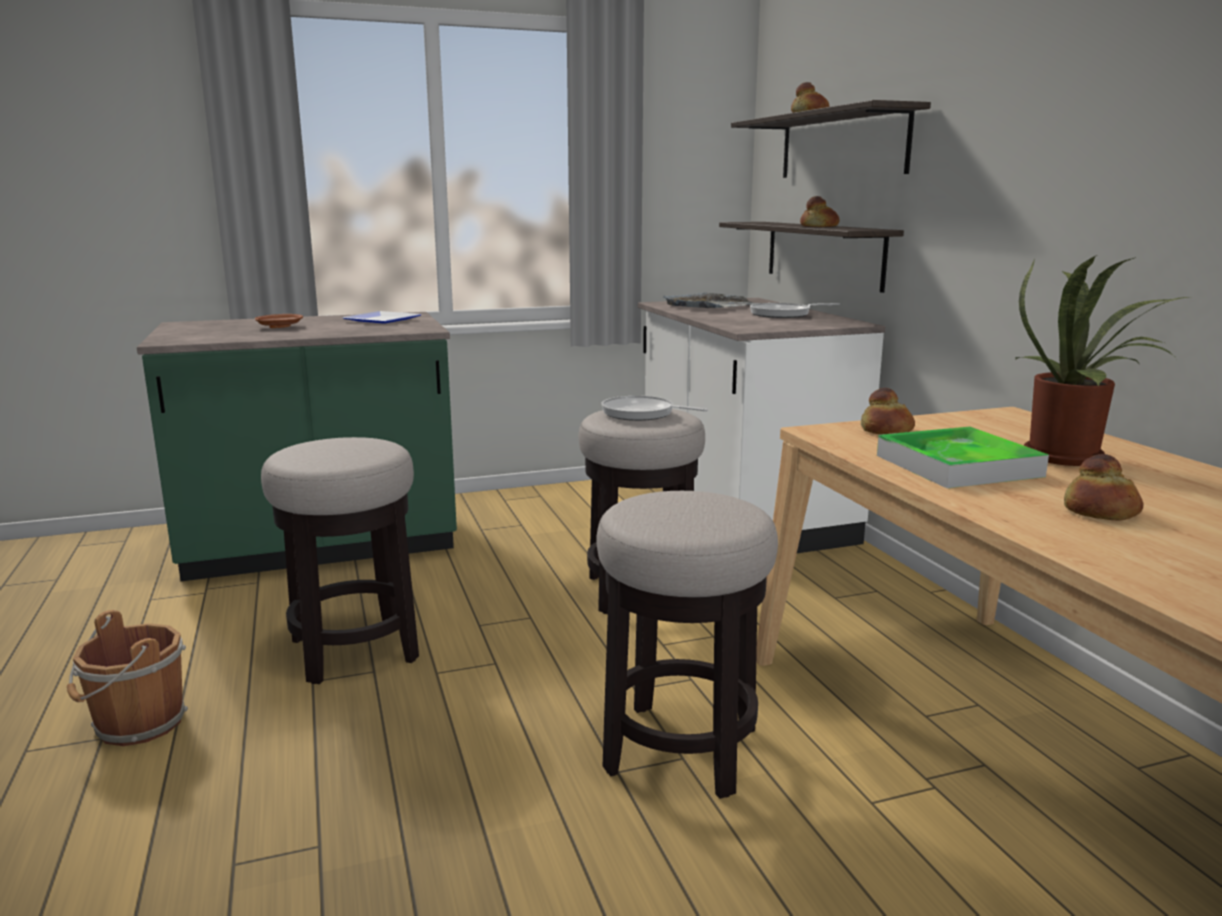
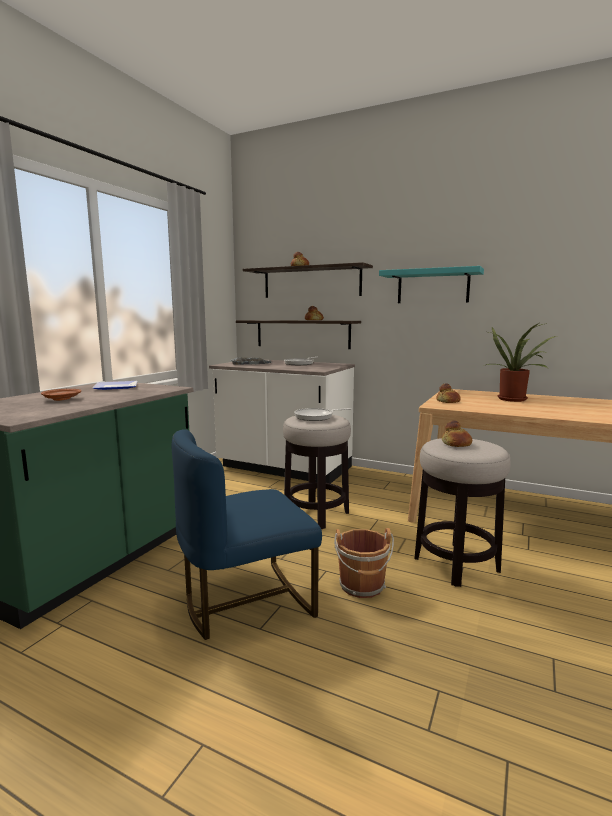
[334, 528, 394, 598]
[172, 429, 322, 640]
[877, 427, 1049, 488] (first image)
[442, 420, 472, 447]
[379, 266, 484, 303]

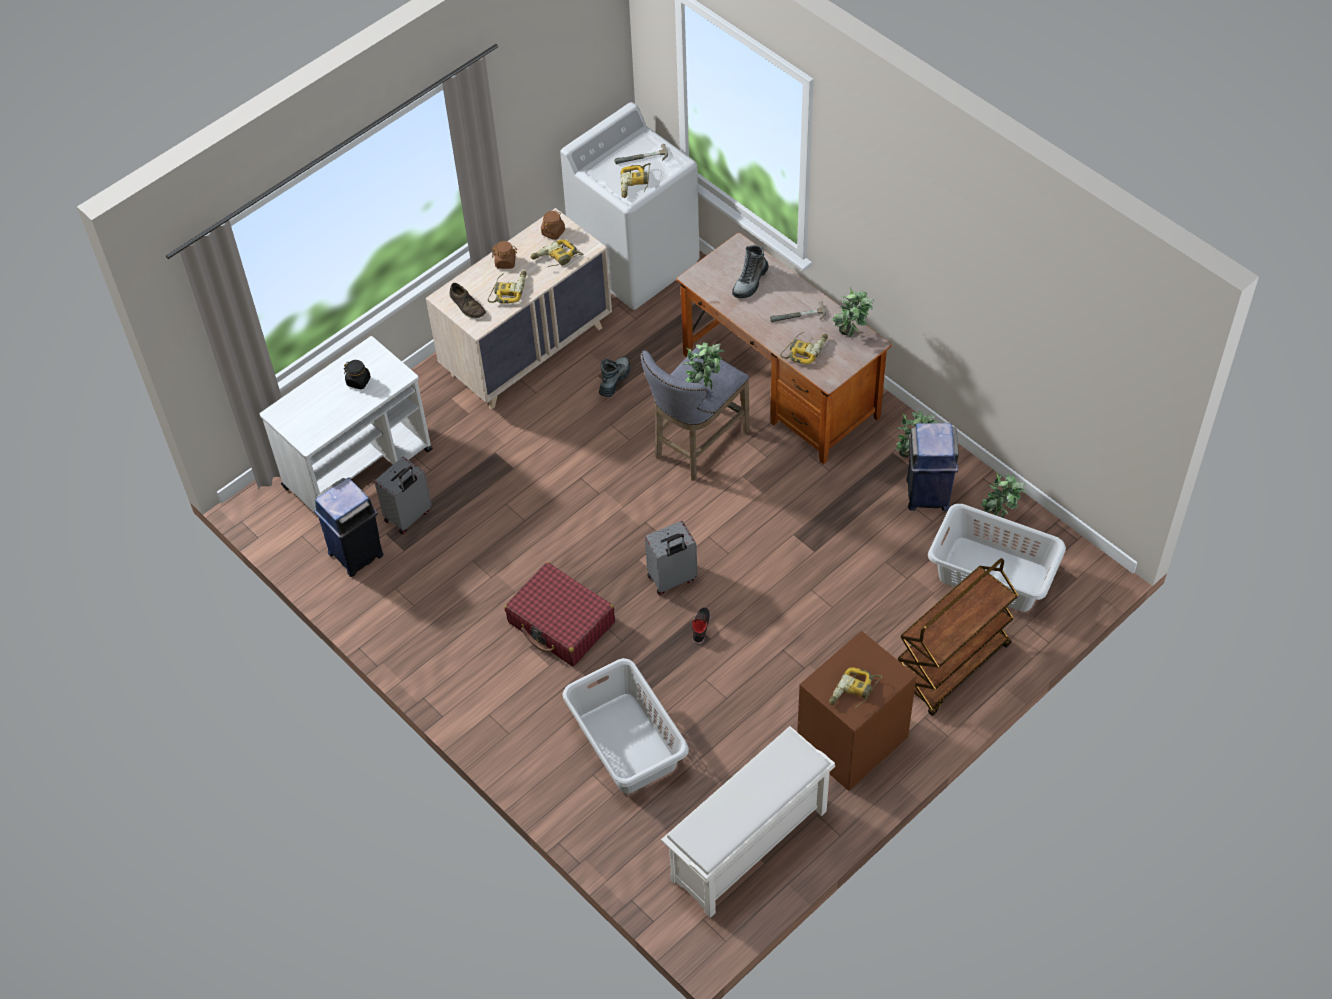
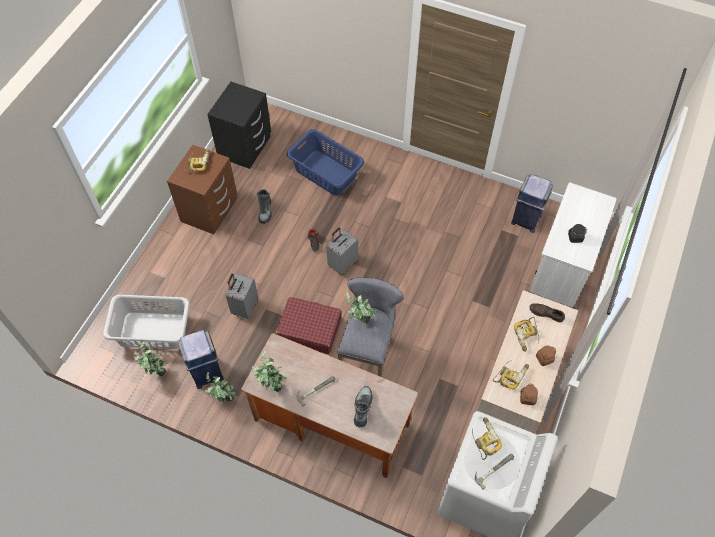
[226, 273, 258, 319]
[276, 297, 342, 354]
[287, 129, 364, 196]
[257, 189, 272, 224]
[207, 82, 271, 169]
[780, 331, 828, 364] (first image)
[898, 558, 1019, 716] (first image)

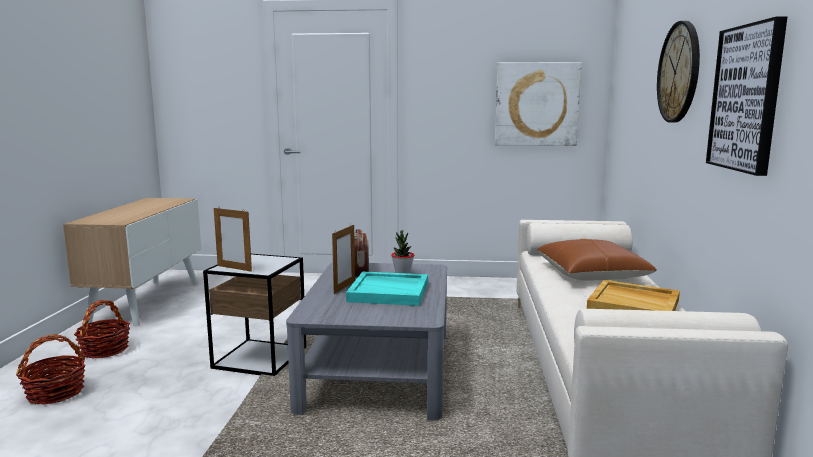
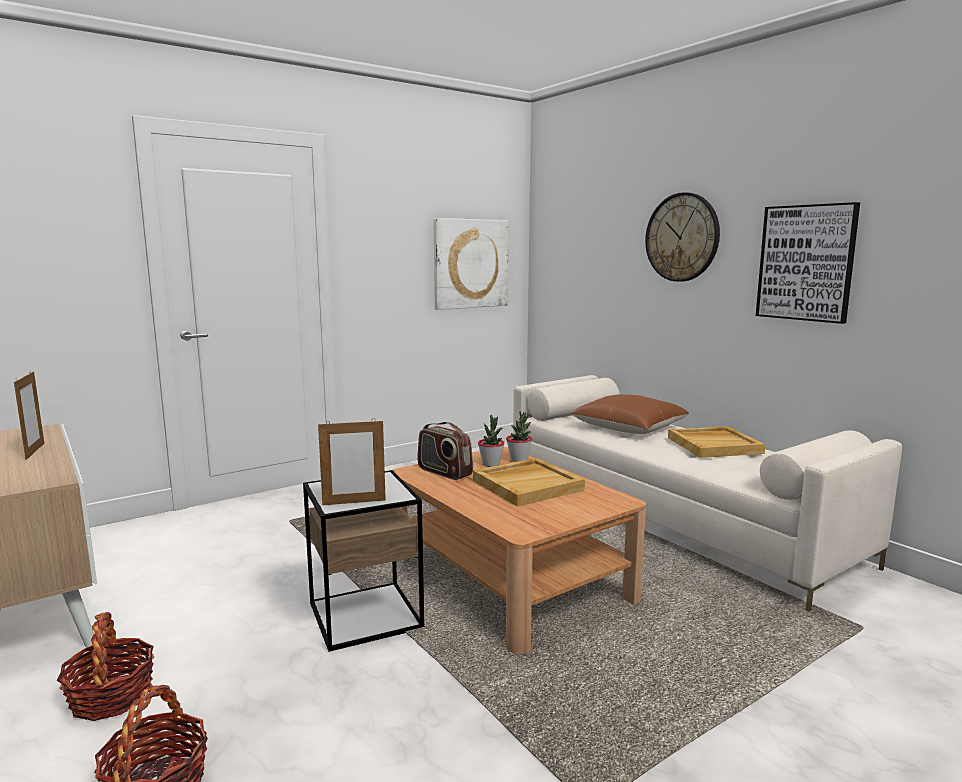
[393, 447, 646, 654]
[14, 371, 44, 460]
[473, 458, 585, 507]
[506, 411, 532, 462]

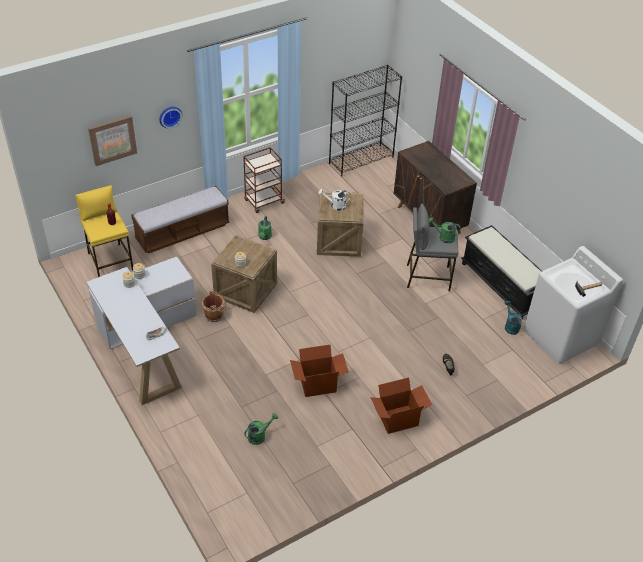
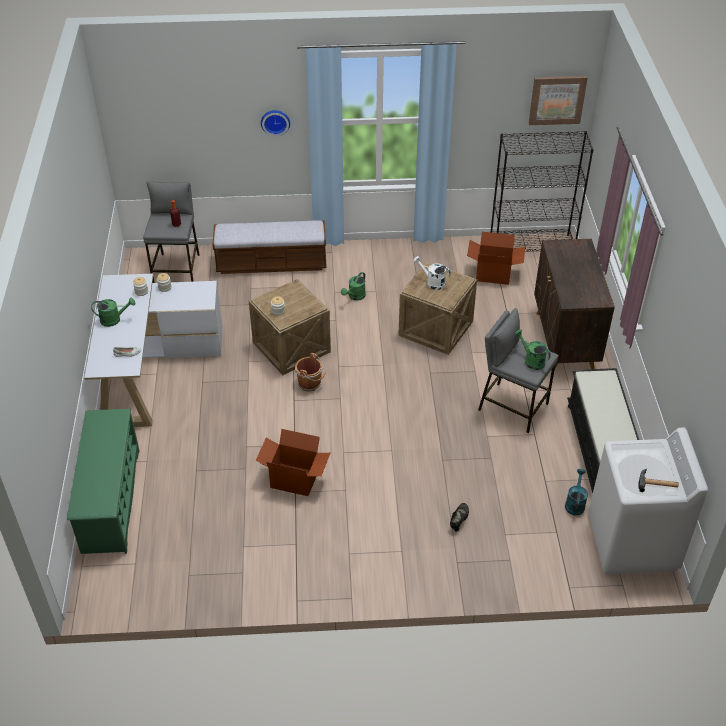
[143, 181, 200, 283]
[529, 76, 588, 125]
[295, 353, 326, 392]
[243, 147, 286, 213] (first image)
[91, 298, 136, 327]
[467, 232, 525, 285]
[67, 409, 139, 554]

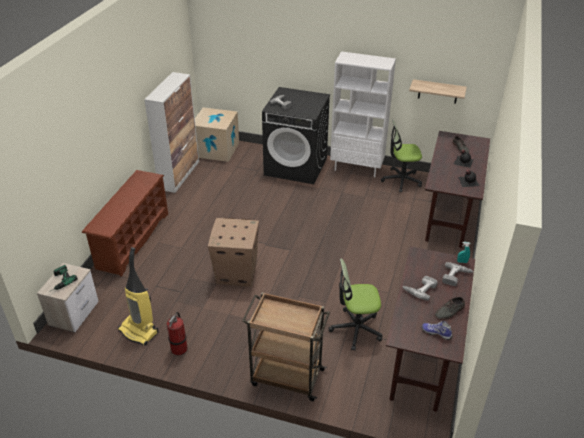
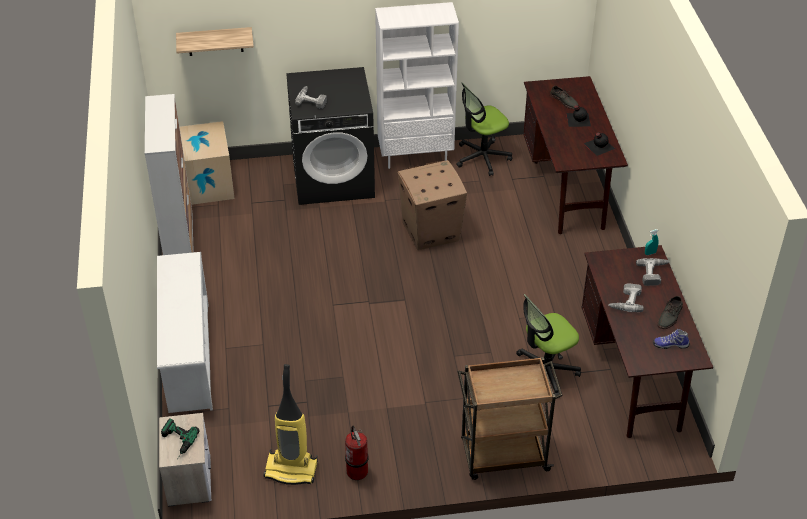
[157, 252, 213, 413]
[398, 160, 467, 250]
[176, 27, 254, 56]

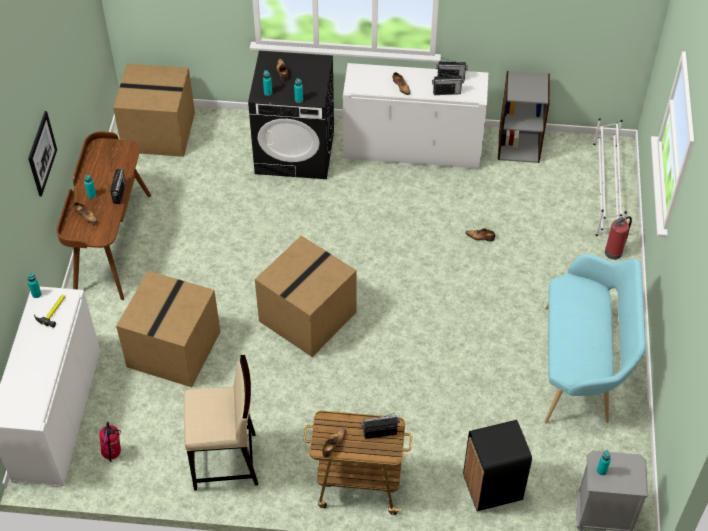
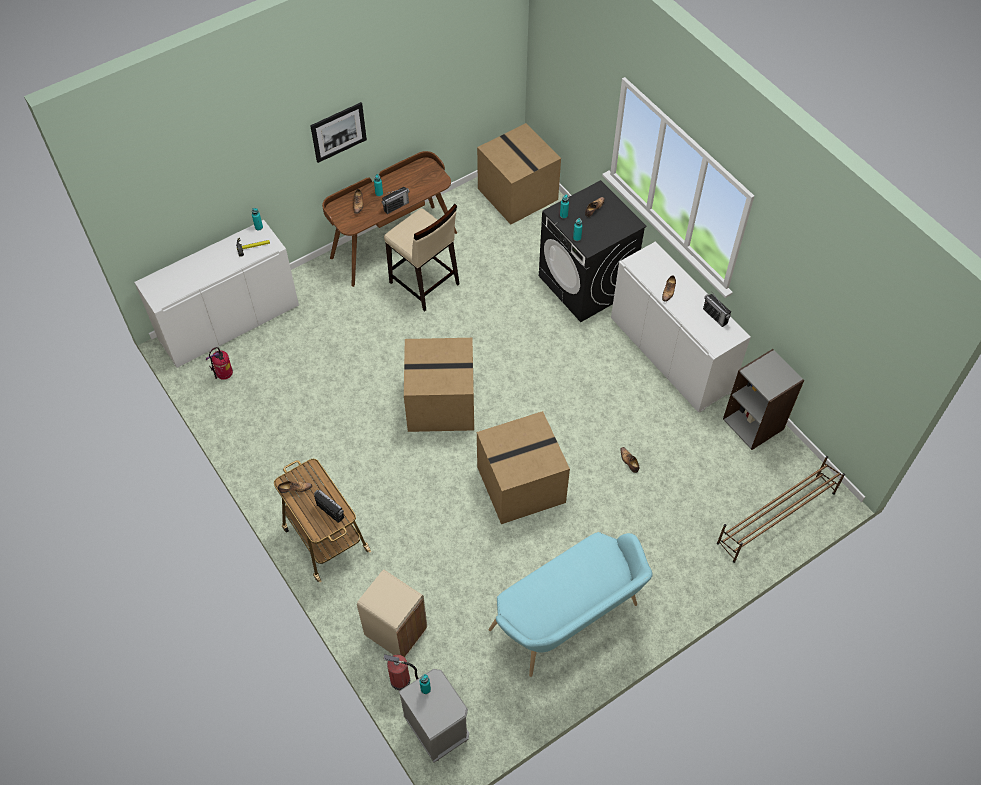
[477, 411, 570, 524]
[384, 204, 459, 311]
[432, 73, 464, 95] (first image)
[357, 570, 427, 657]
[717, 456, 845, 563]
[384, 654, 418, 690]

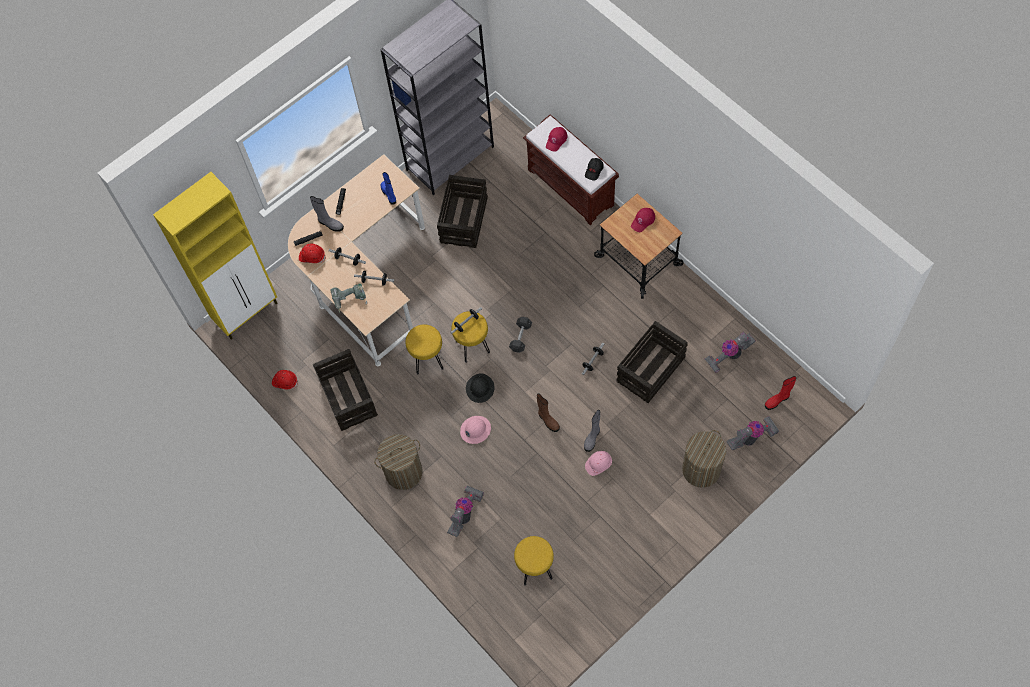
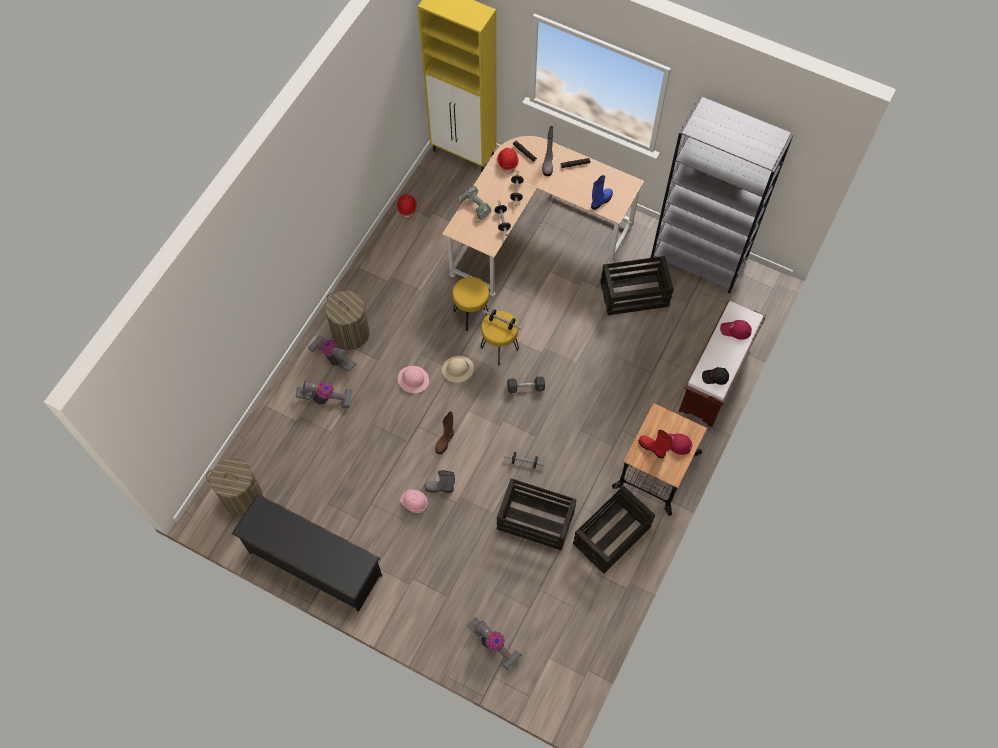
[573, 485, 655, 573]
[442, 356, 474, 382]
[514, 536, 554, 586] (first image)
[206, 458, 263, 516]
[308, 335, 356, 372]
[639, 430, 673, 458]
[232, 494, 382, 612]

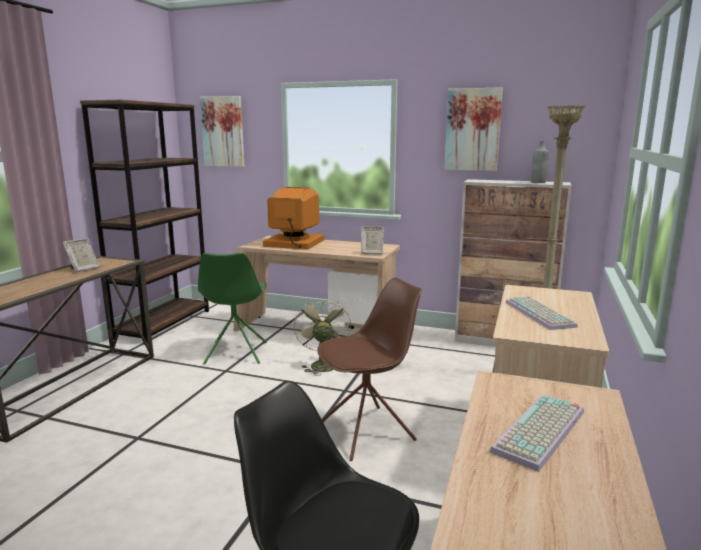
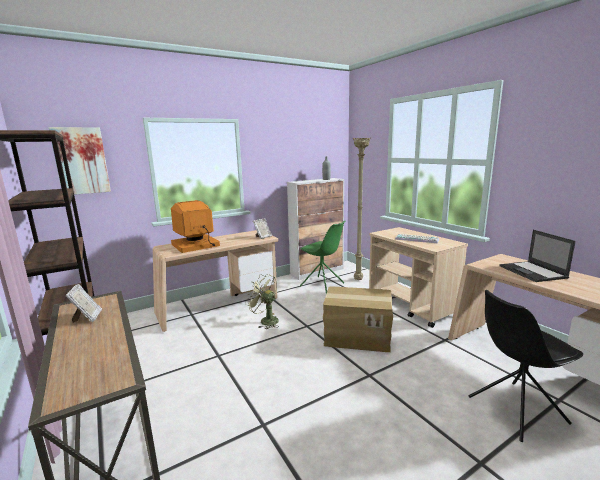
[300, 221, 345, 294]
[323, 286, 393, 352]
[444, 87, 503, 171] (first image)
[500, 230, 576, 282]

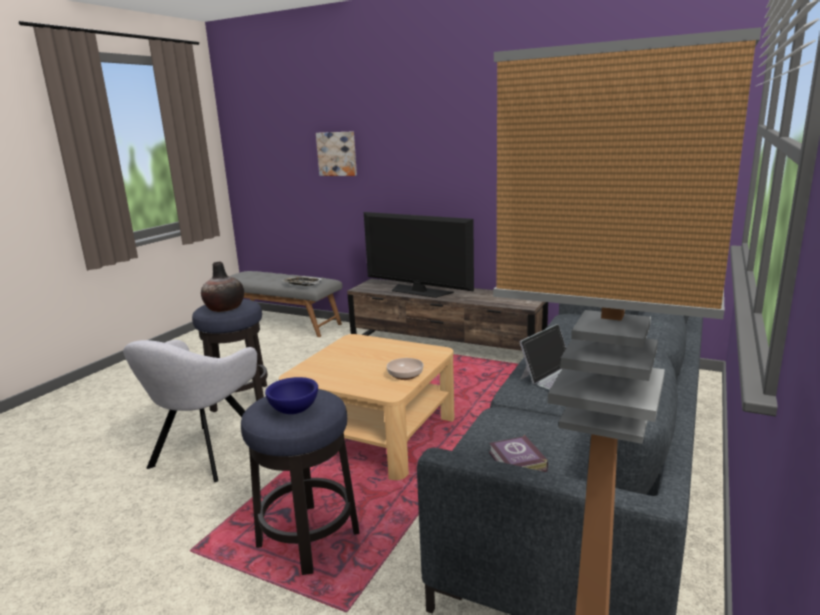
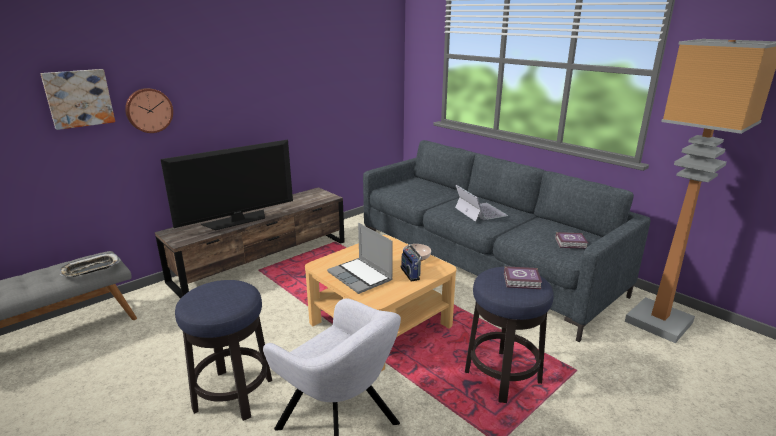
[201, 262, 244, 312] (first image)
[504, 266, 542, 289]
[125, 88, 173, 133]
[327, 223, 393, 294]
[401, 244, 422, 281]

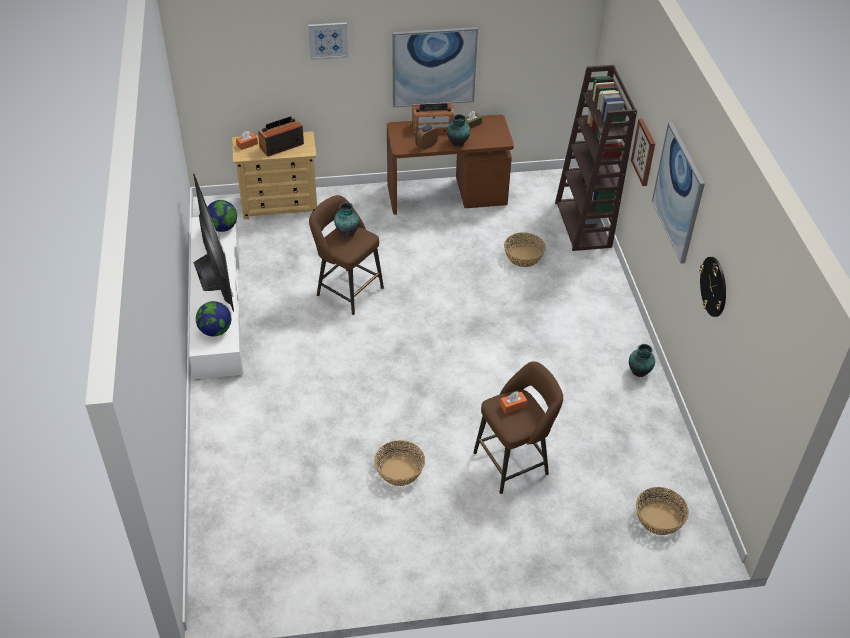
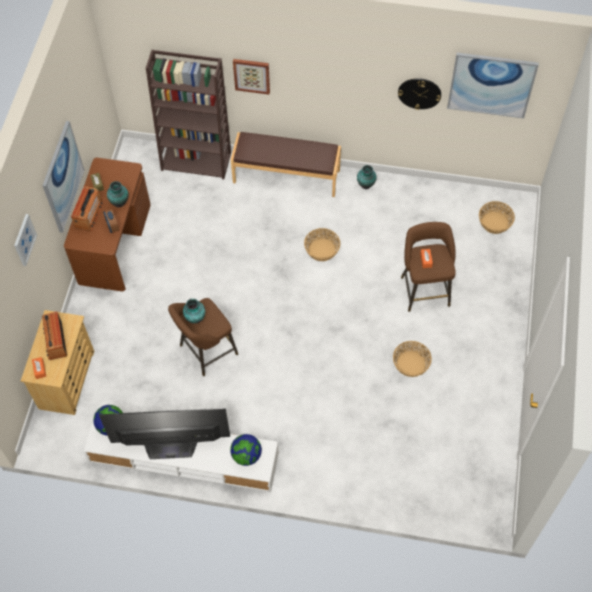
[304, 228, 340, 261]
[447, 53, 539, 118]
[231, 132, 341, 197]

